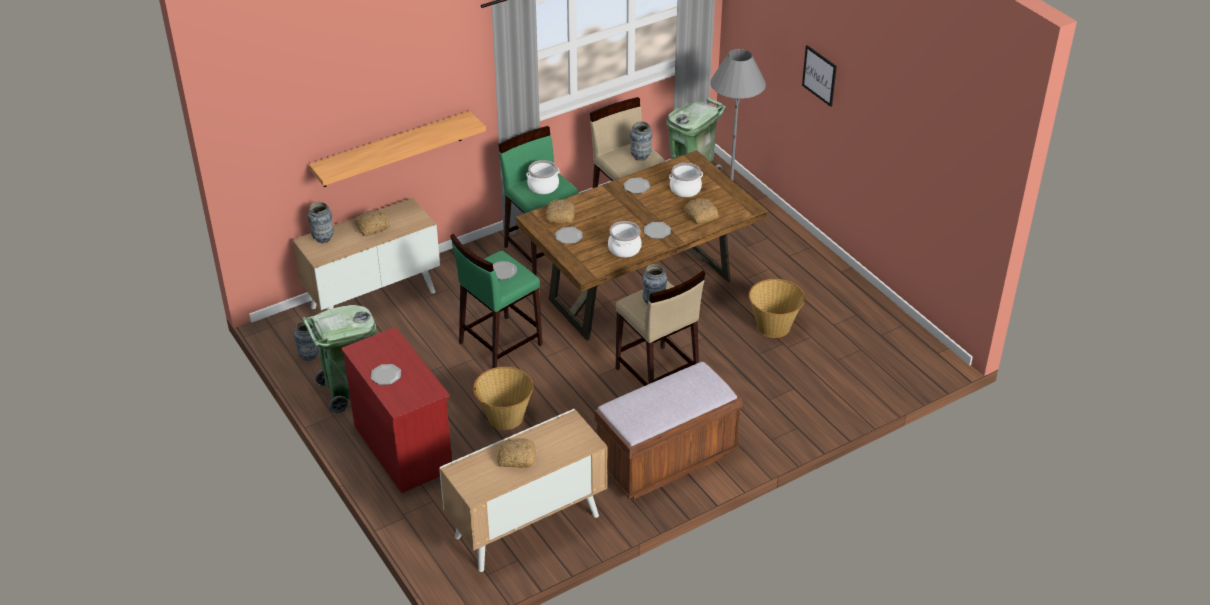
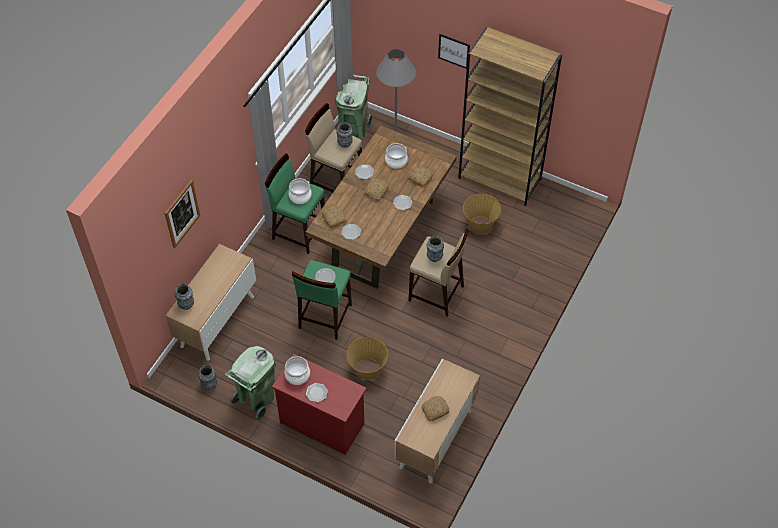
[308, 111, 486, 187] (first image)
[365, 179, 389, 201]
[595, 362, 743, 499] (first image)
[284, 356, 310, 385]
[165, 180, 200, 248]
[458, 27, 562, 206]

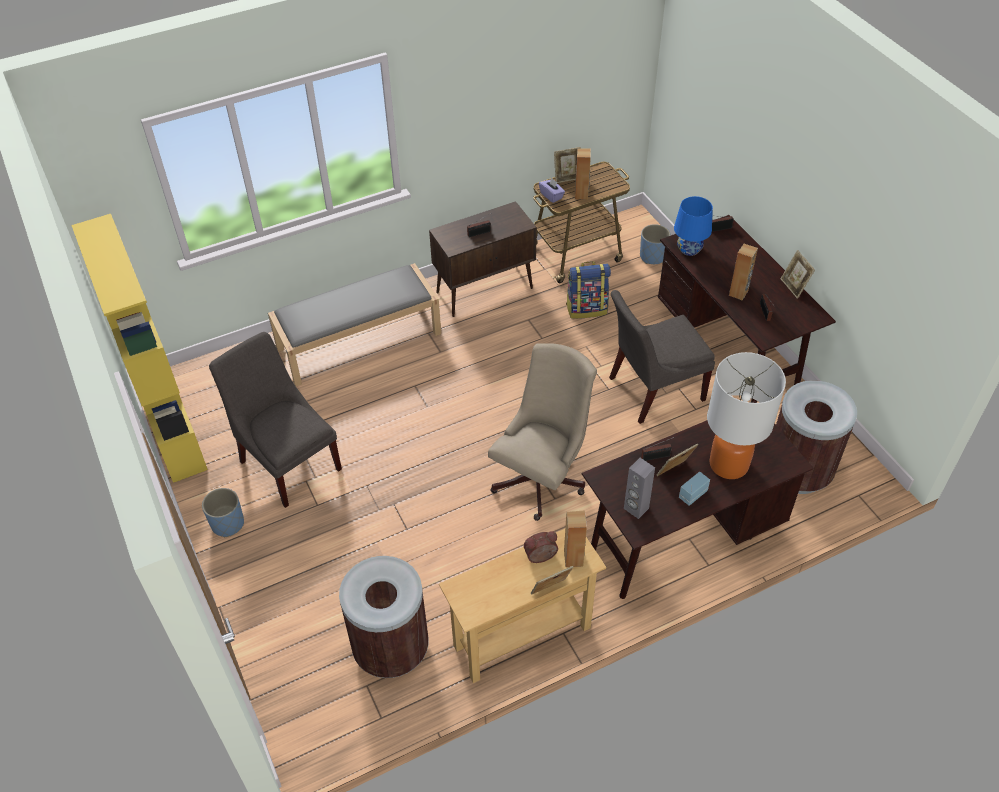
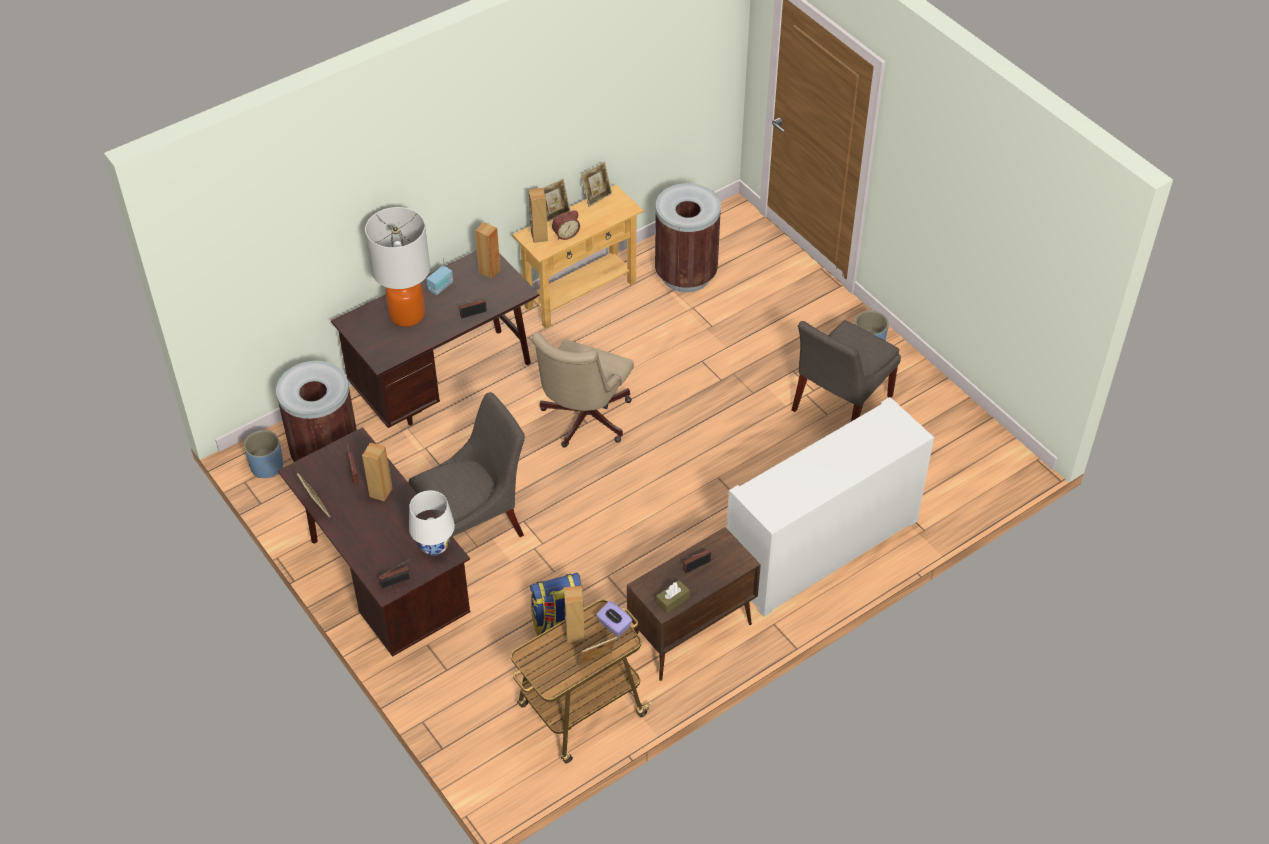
[71, 214, 208, 483] (first image)
[792, 320, 901, 421]
[726, 397, 934, 617]
[475, 222, 501, 279]
[244, 430, 283, 478]
[581, 162, 612, 207]
[409, 490, 455, 556]
[656, 580, 690, 614]

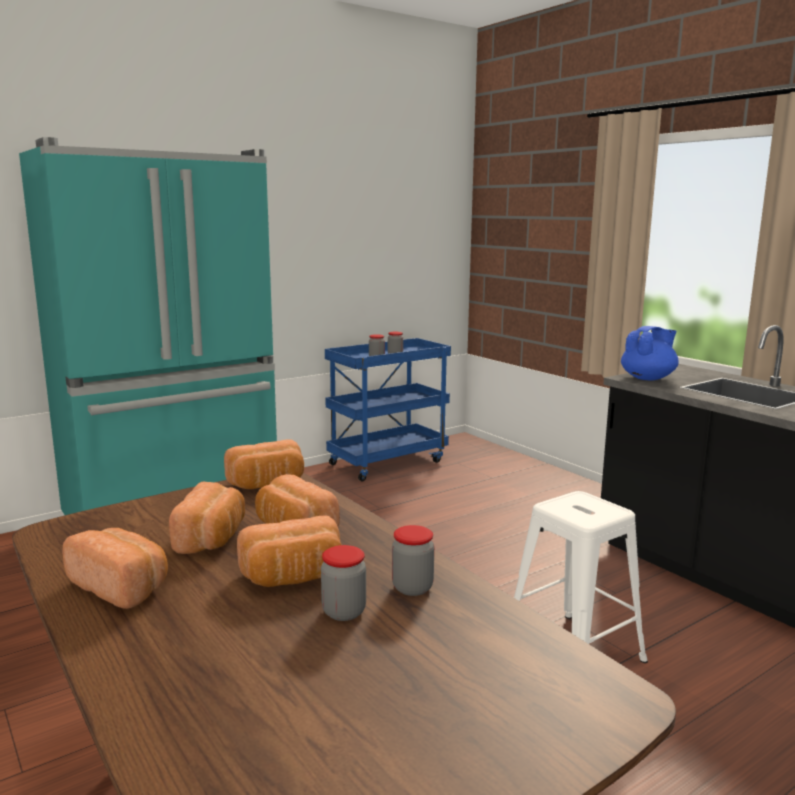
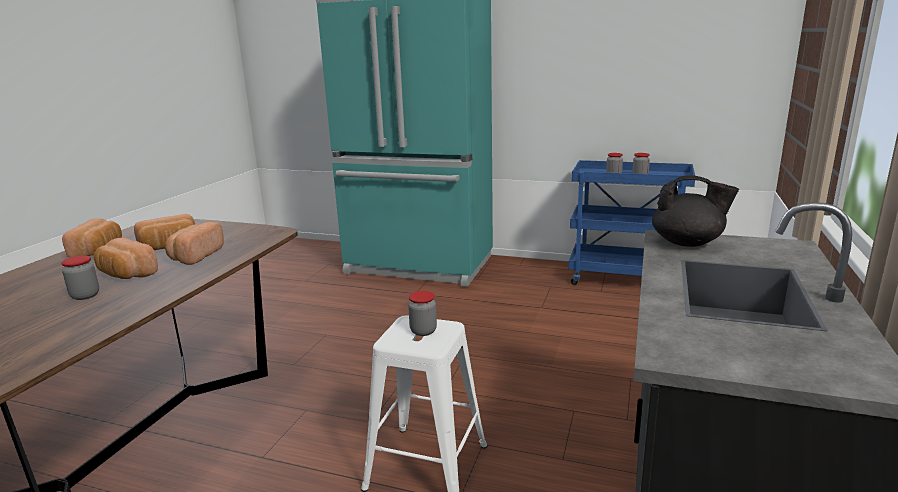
[224, 439, 304, 489] (first image)
[408, 291, 437, 336]
[652, 175, 739, 247]

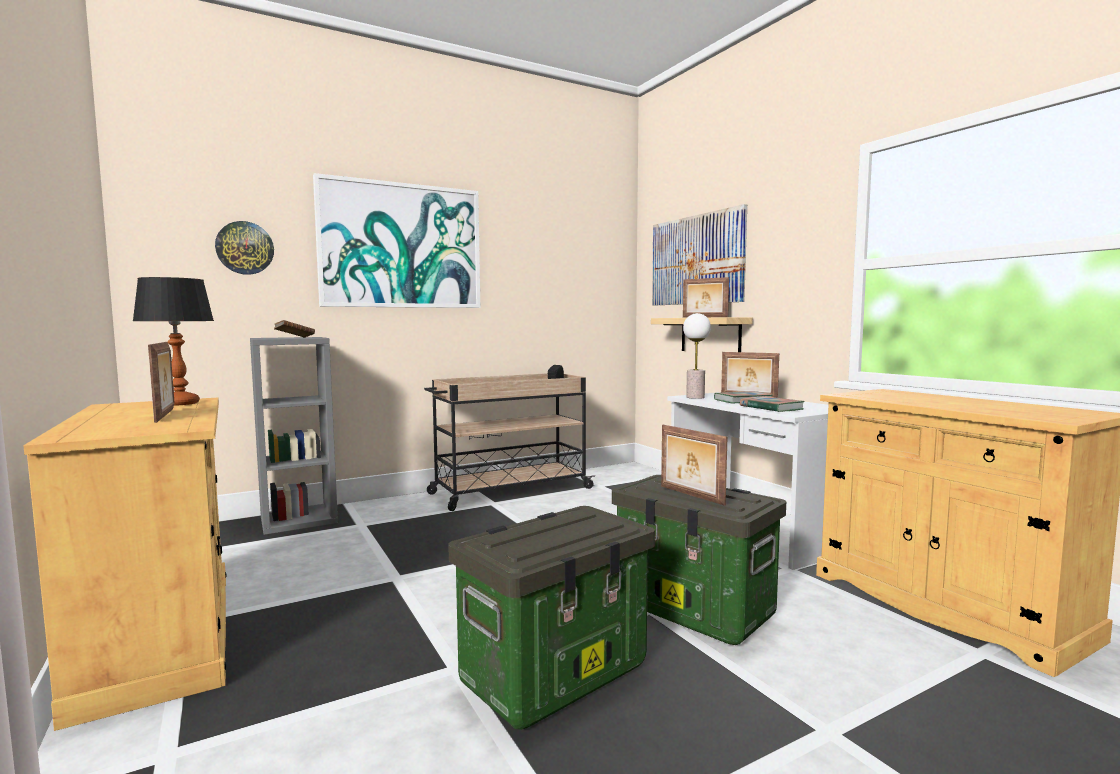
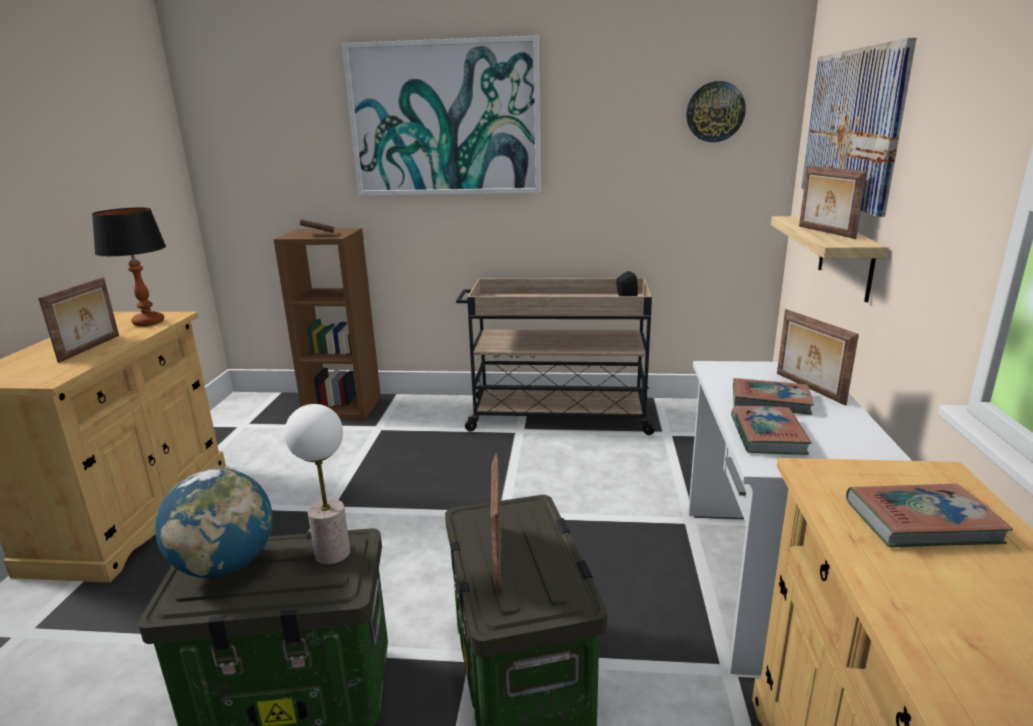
[686, 81, 746, 142]
[273, 228, 381, 420]
[284, 404, 350, 565]
[155, 468, 272, 578]
[846, 484, 1013, 547]

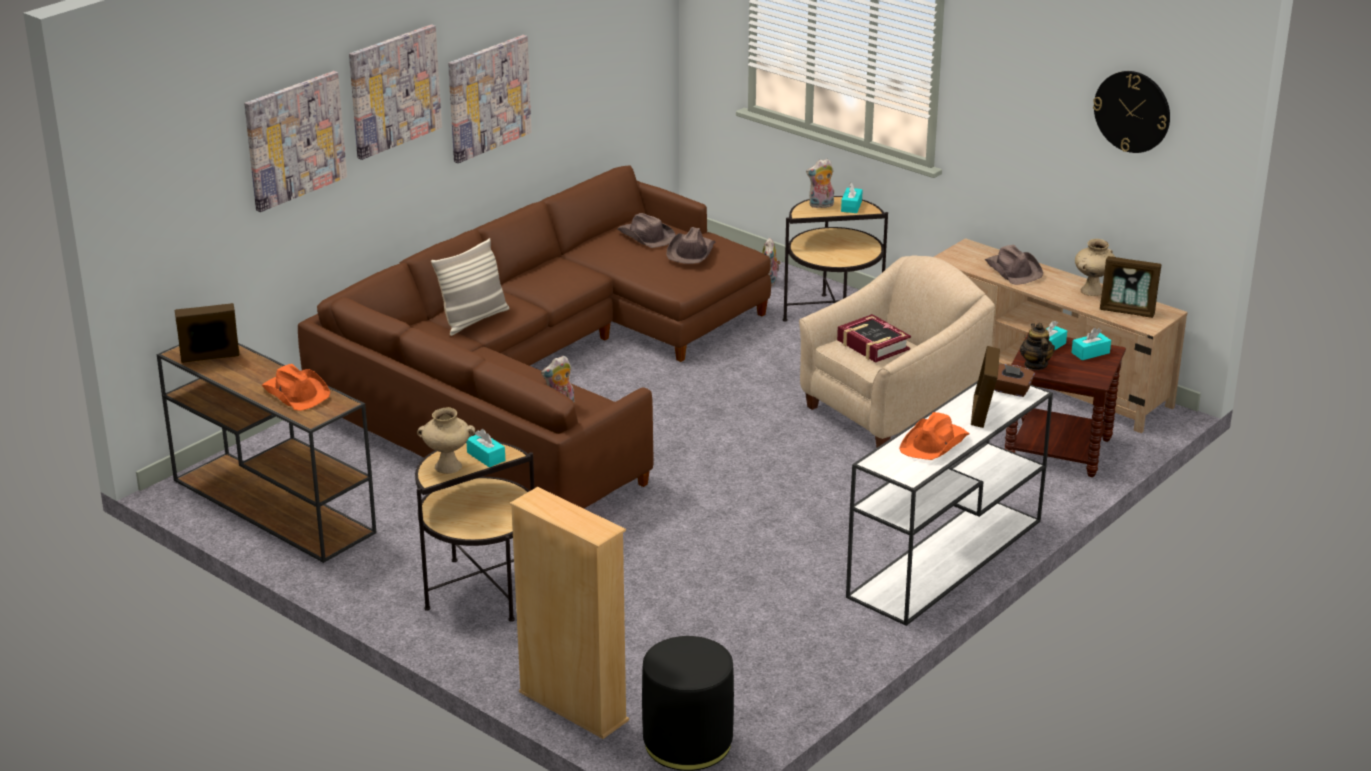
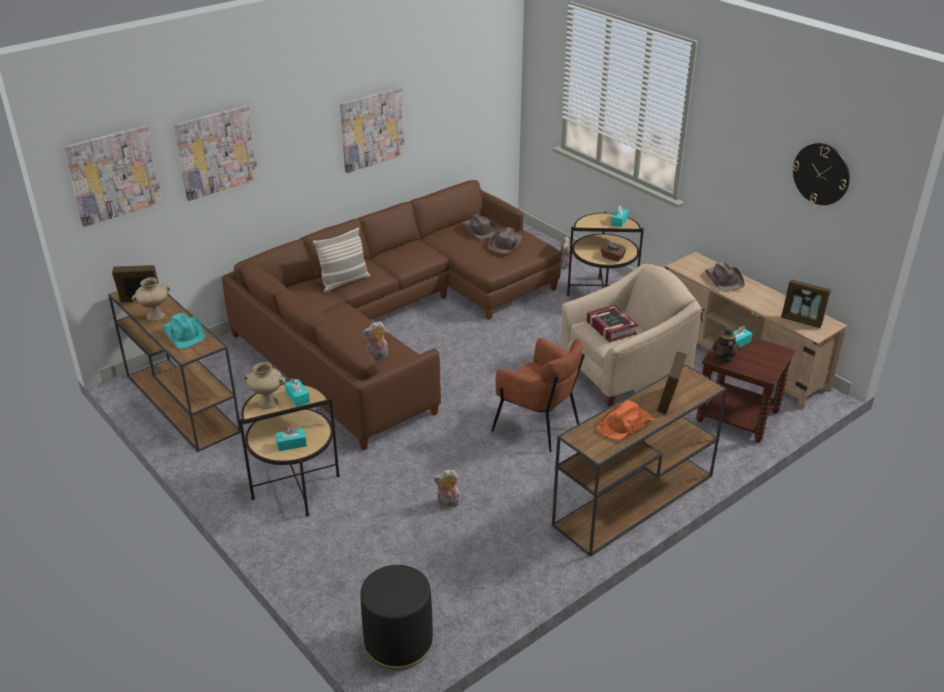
[162, 313, 205, 348]
[64, 125, 162, 227]
[510, 487, 629, 739] (first image)
[433, 469, 460, 508]
[552, 365, 727, 557]
[601, 242, 626, 262]
[276, 426, 307, 451]
[132, 277, 170, 321]
[491, 338, 585, 452]

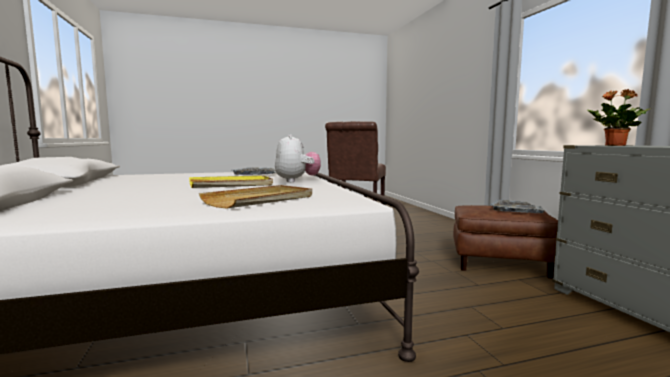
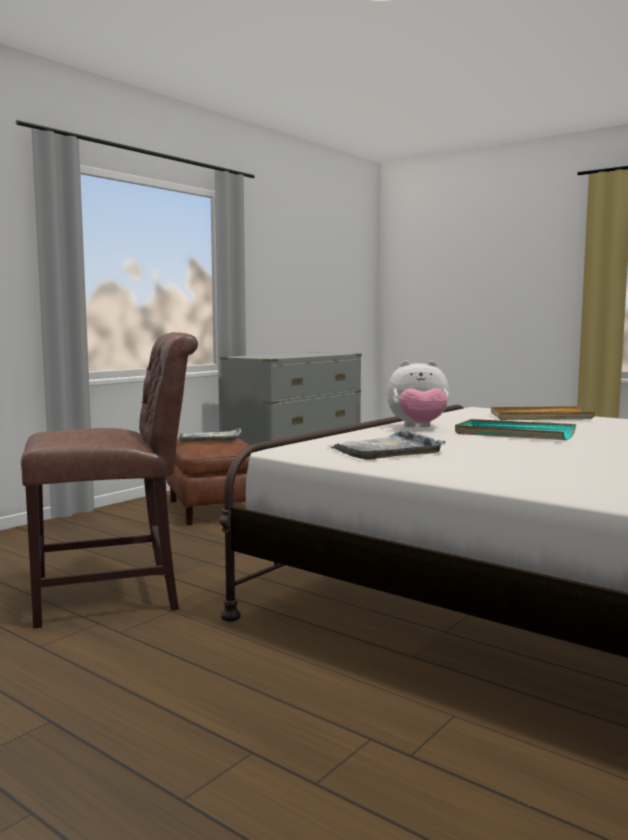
[455, 419, 576, 440]
[387, 360, 449, 427]
[588, 89, 650, 146] (first image)

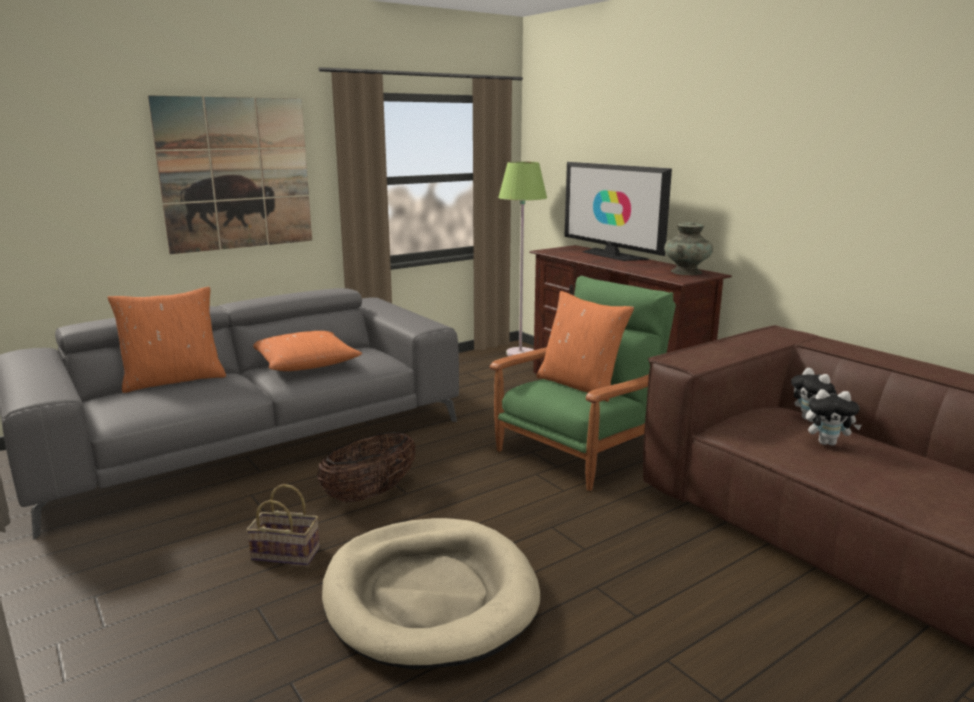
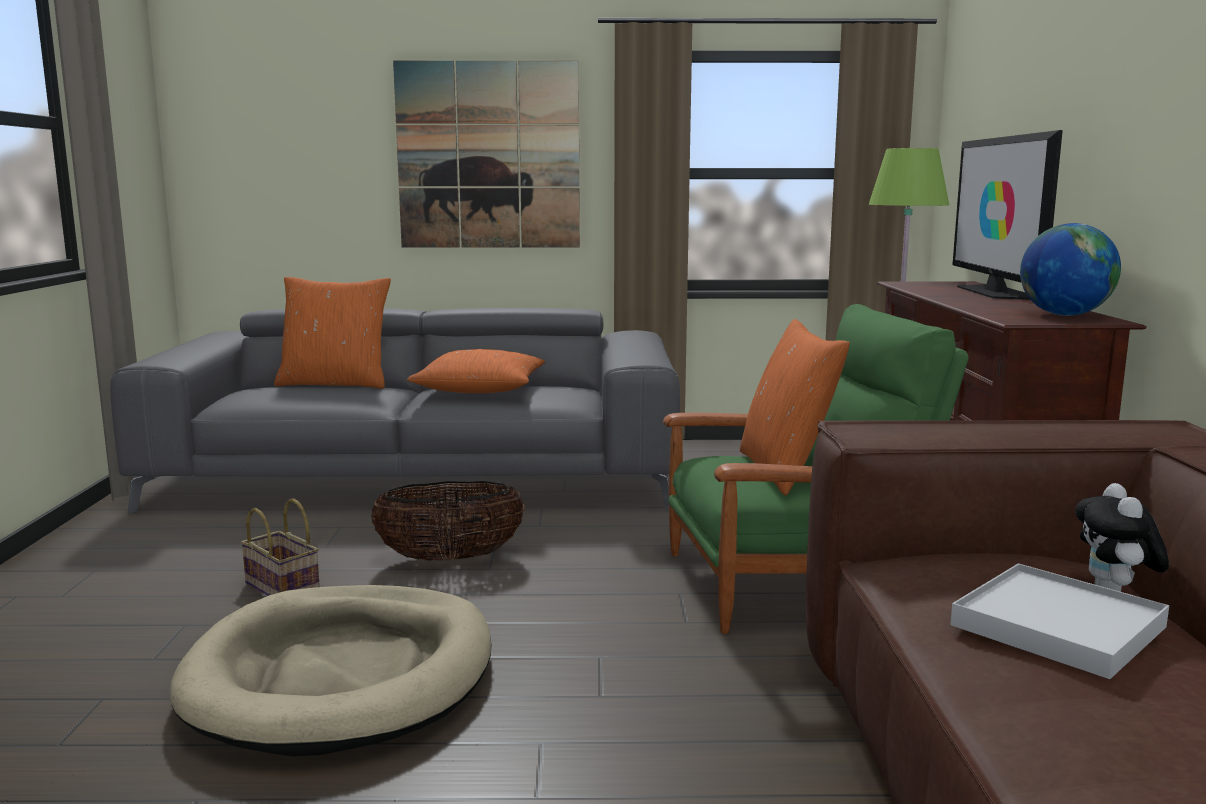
[1020, 223, 1121, 316]
[950, 563, 1169, 679]

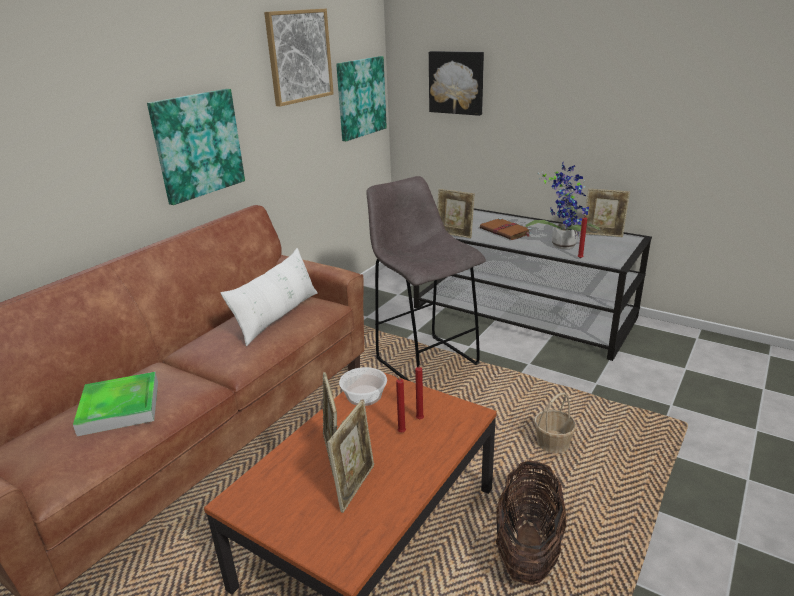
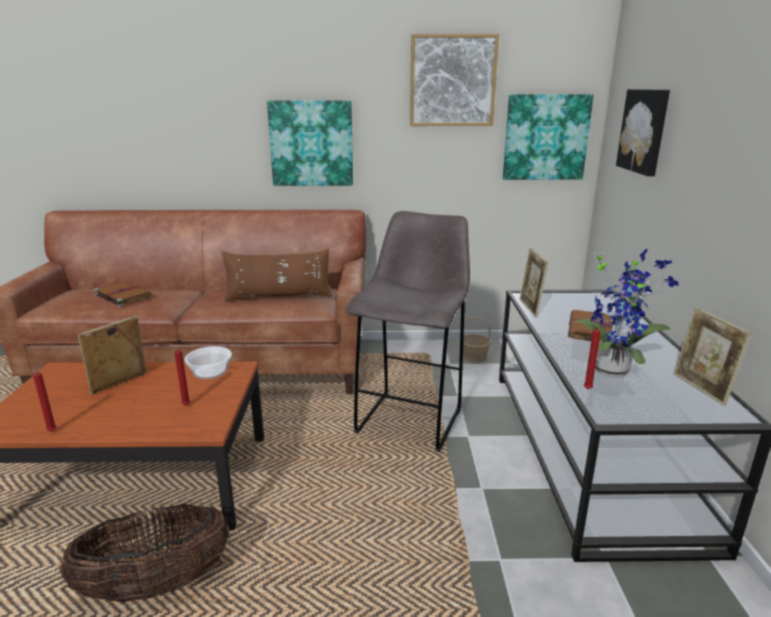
[94, 282, 152, 307]
[222, 248, 332, 302]
[327, 400, 374, 513] (first image)
[33, 364, 56, 432]
[463, 317, 491, 364]

